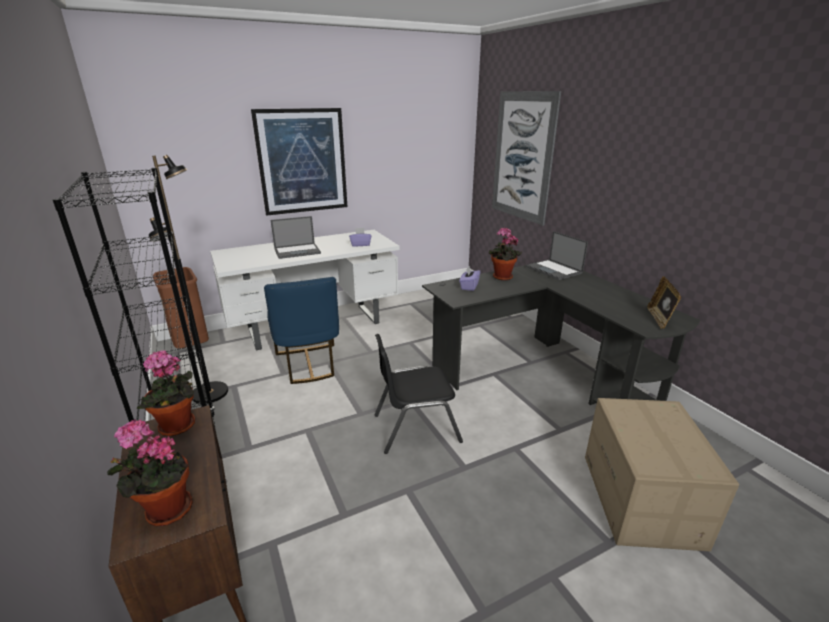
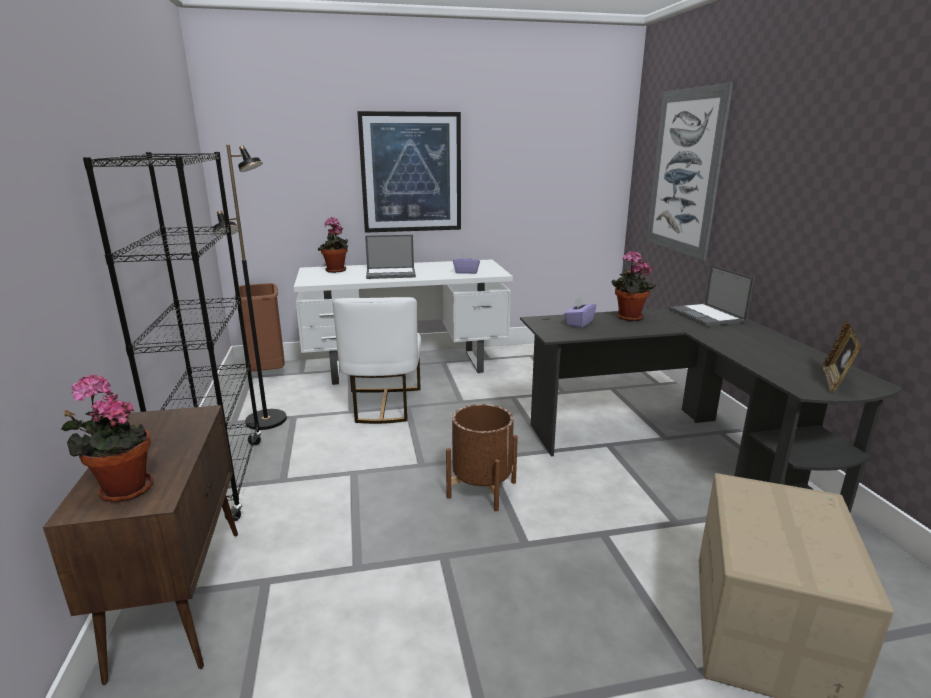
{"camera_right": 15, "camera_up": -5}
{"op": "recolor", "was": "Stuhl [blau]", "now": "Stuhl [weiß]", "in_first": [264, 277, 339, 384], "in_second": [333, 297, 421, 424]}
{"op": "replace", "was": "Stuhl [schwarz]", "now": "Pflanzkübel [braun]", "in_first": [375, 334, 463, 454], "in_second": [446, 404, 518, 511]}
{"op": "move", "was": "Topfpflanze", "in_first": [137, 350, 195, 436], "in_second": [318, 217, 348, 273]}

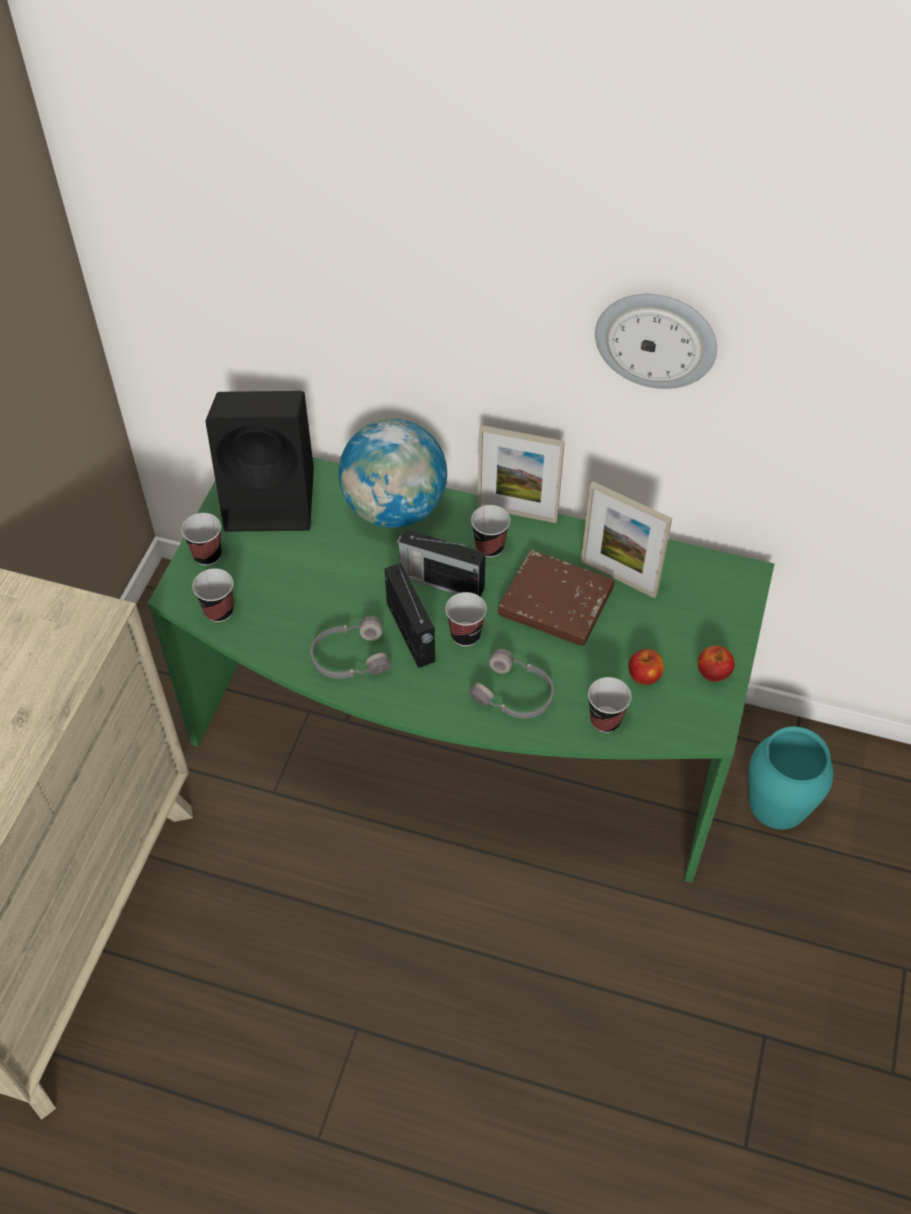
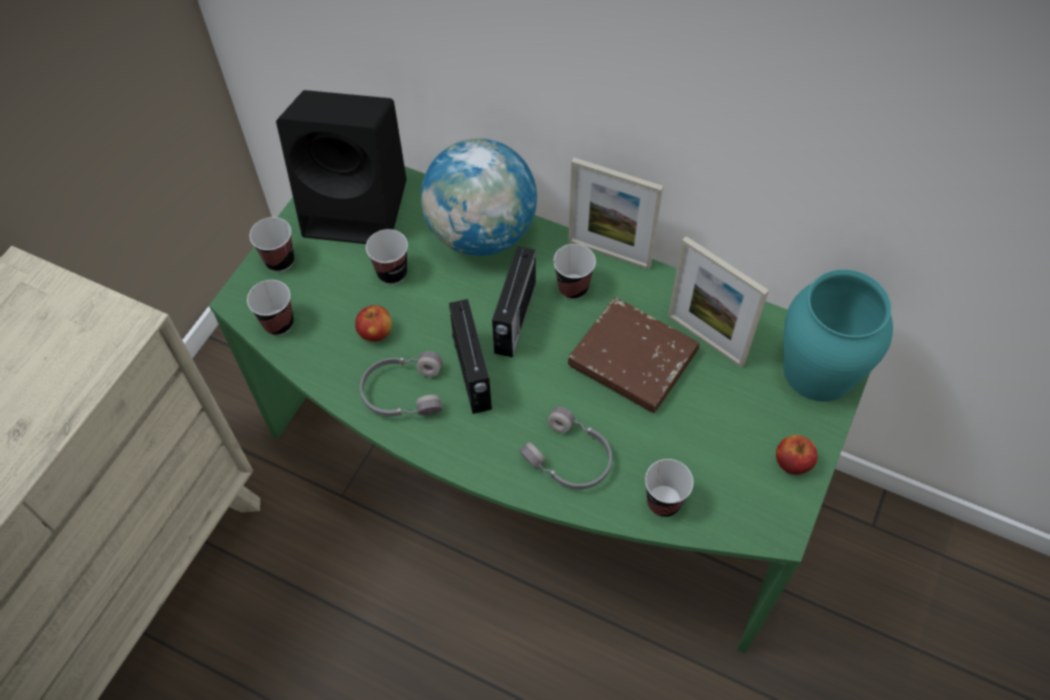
{"camera_right": 10, "camera_up": 5}
{"op": "delete", "was": "Wanduhr", "in_first": [595, 294, 717, 389]}
{"op": "rotate", "was": "Radio", "in_first": [397, 529, 486, 597], "in_second": [492, 246, 536, 358], "clockwise": -105}
{"op": "move", "was": "Tasse", "in_first": [445, 592, 487, 646], "in_second": [366, 229, 408, 285]}
{"op": "move", "was": "Apfel", "in_first": [628, 649, 664, 685], "in_second": [355, 305, 392, 342]}
{"op": "move", "was": "Vase [türkis]", "in_first": [749, 727, 833, 829], "in_second": [783, 269, 893, 402]}

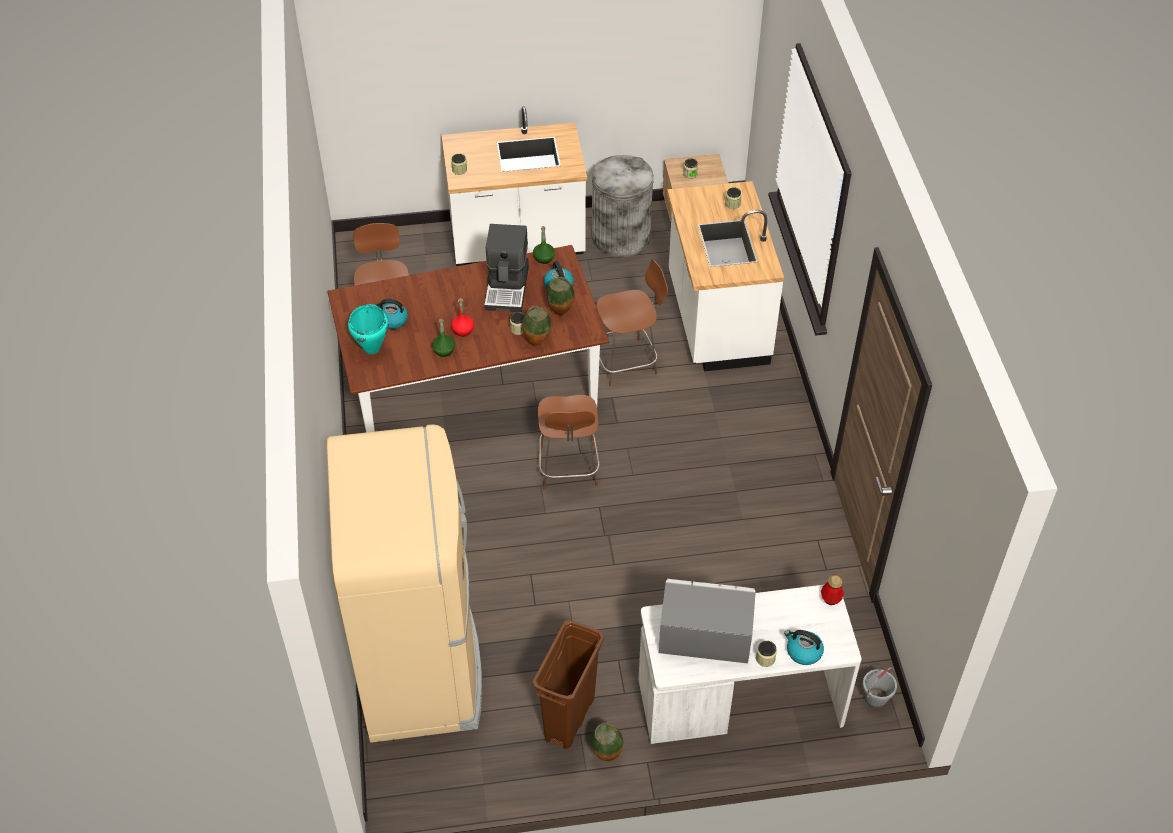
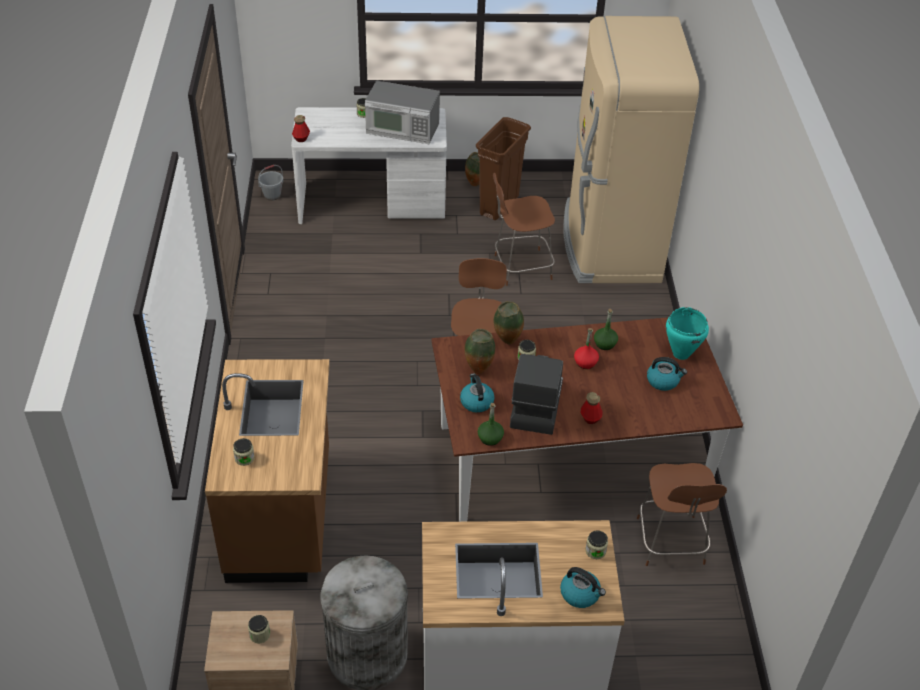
{"camera_right": -175, "camera_up": -5}
{"op": "recolor", "was": "Küchenzeile [weiß]", "now": "Küchenzeile [braun]", "in_first": [667, 181, 784, 372], "in_second": [205, 359, 330, 583]}
{"op": "move", "was": "Stuhl [braun]", "in_first": [596, 259, 668, 387], "in_second": [493, 173, 555, 286]}
{"op": "move", "was": "Wasserkessel", "in_first": [784, 630, 824, 665], "in_second": [560, 567, 606, 608]}
{"op": "insert", "now": "Flasche", "in_second": [581, 392, 603, 424]}

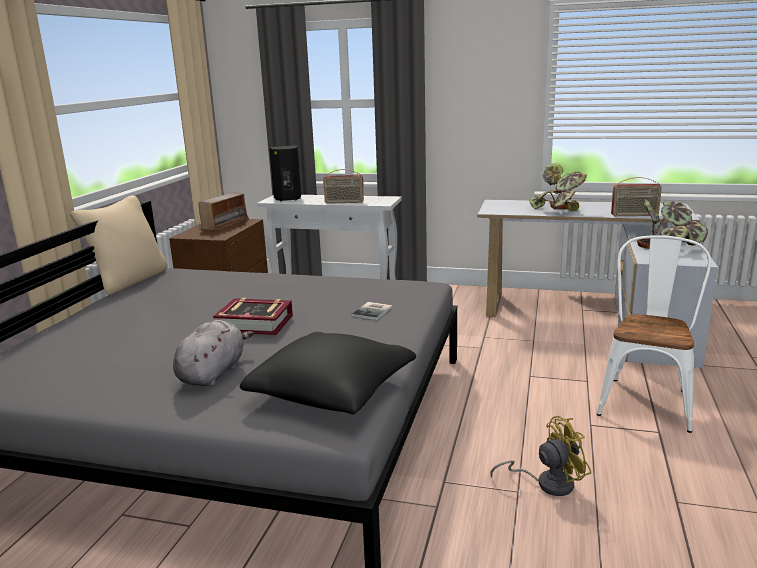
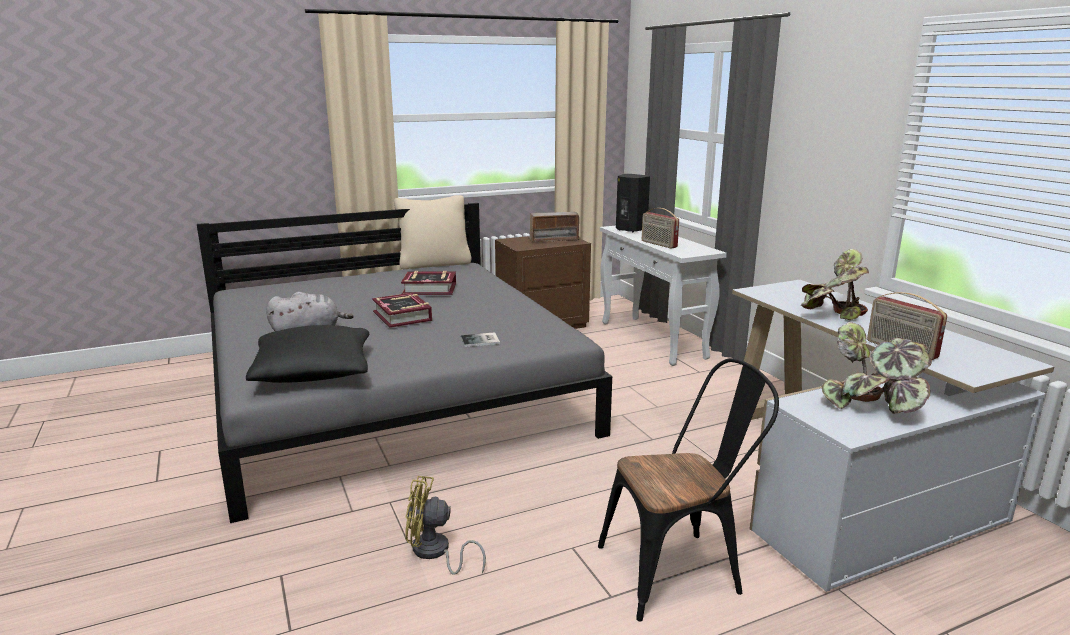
{"camera_right": 50, "camera_up": 0}
{"op": "recolor", "was": "Stuhl [weiß]", "now": "Stuhl [schwarz]", "in_first": [597, 235, 711, 433], "in_second": [598, 358, 779, 621]}
{"op": "rotate", "was": "Ventilator [gelb]", "in_first": [491, 416, 591, 496], "in_second": [405, 476, 486, 575], "clockwise": 150}
{"op": "insert", "now": "Buch", "in_second": [401, 271, 456, 295]}

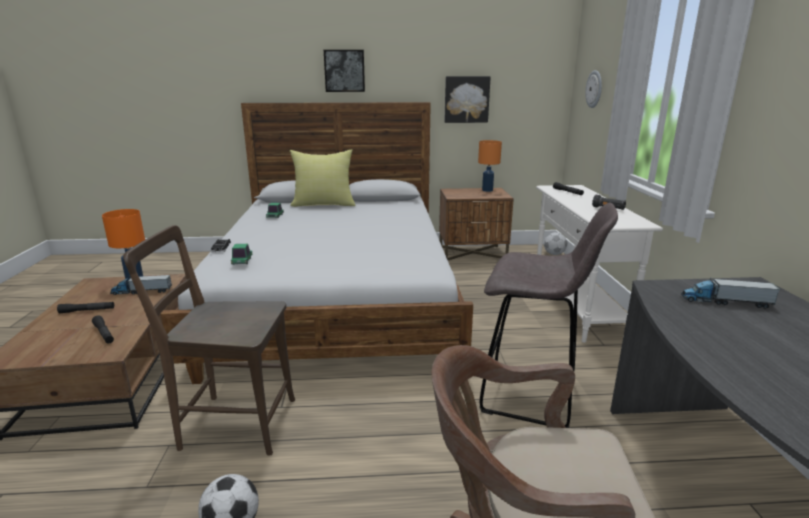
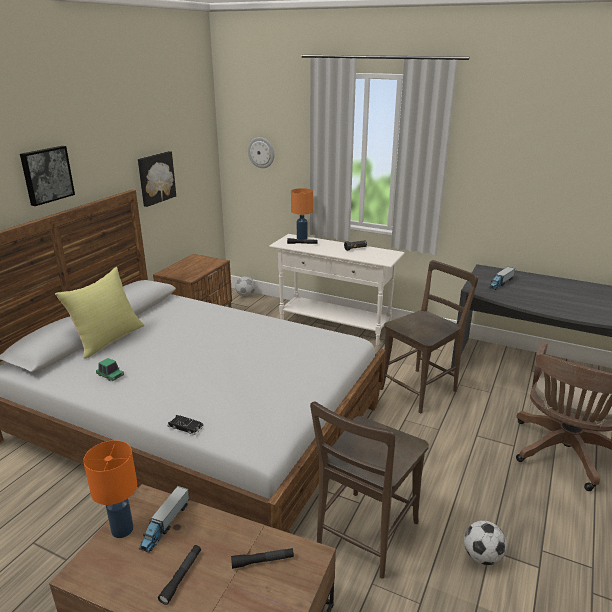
{"camera_right": -60, "camera_up": 5}
{"op": "move", "was": "Tischlampe [orange]", "in_first": [478, 140, 502, 192], "in_second": [291, 188, 313, 239]}
{"op": "replace", "was": "Hocker [grau]", "now": "Stuhl [braun]", "in_first": [480, 203, 618, 428], "in_second": [380, 260, 478, 413]}
{"op": "delete", "was": "Spielzeugauto", "in_first": [231, 244, 252, 265]}

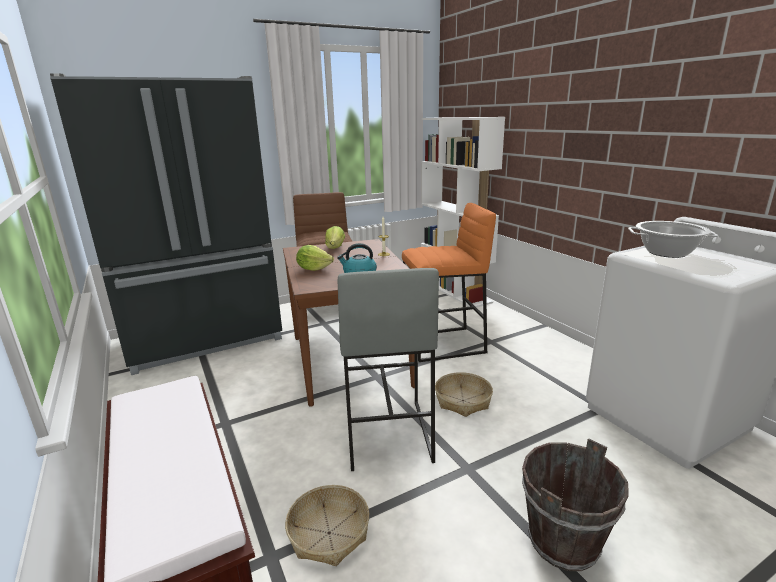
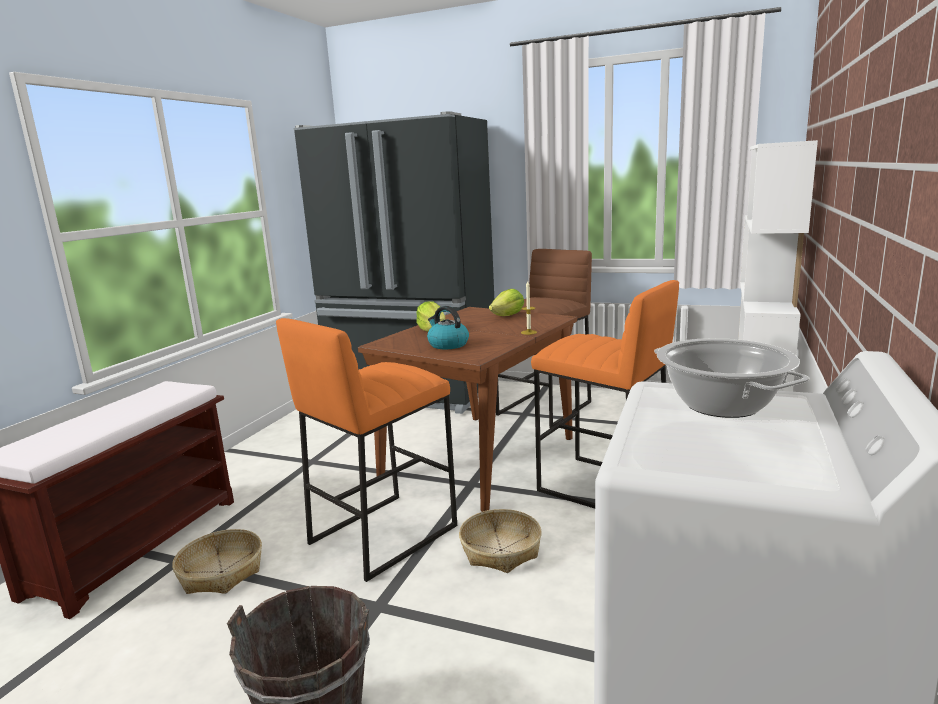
{"camera_right": 50, "camera_up": -5}
{"op": "recolor", "was": "Hocker [grau]", "now": "Hocker [orange]", "in_first": [338, 268, 439, 471], "in_second": [276, 318, 457, 582]}

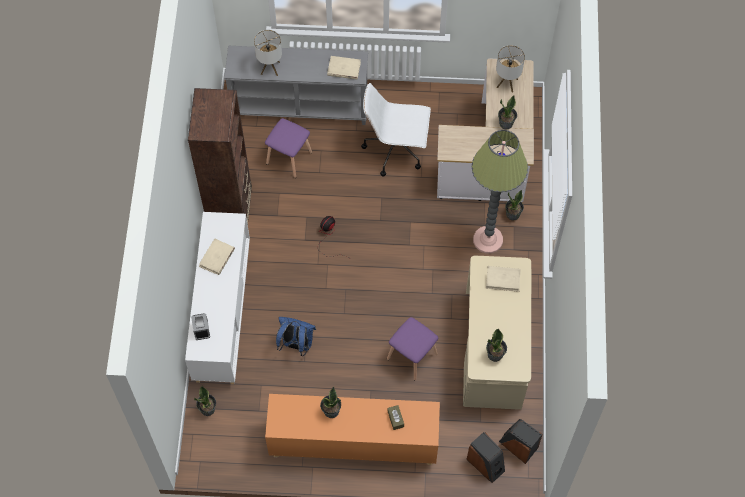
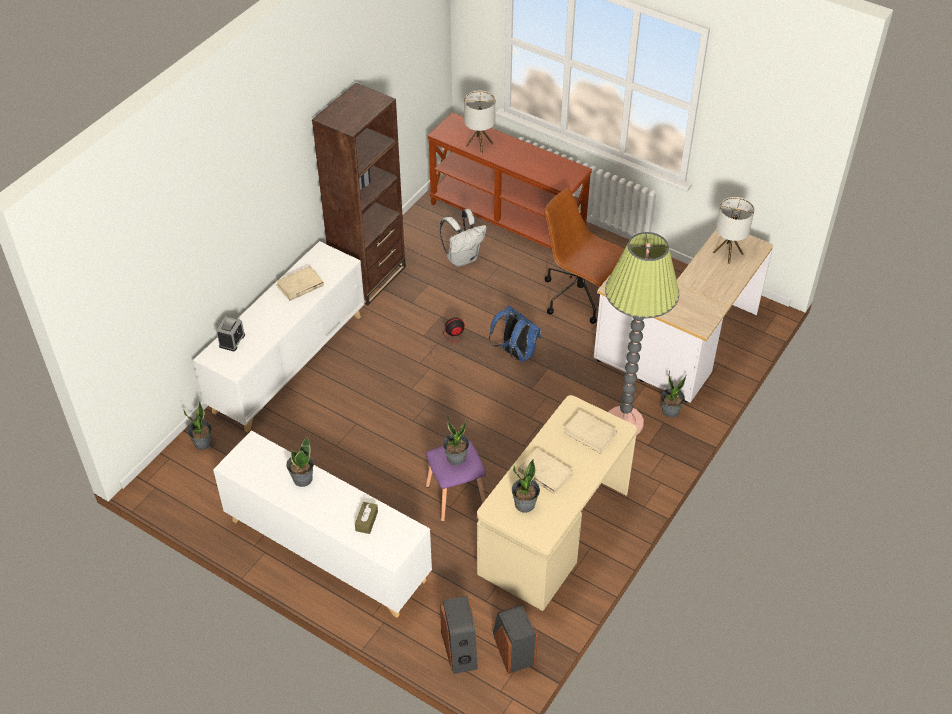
{"camera_right": 30, "camera_up": -15}
{"op": "recolor", "was": "Konsolentisch [grau]", "now": "Konsolentisch [braun]", "in_first": [224, 46, 368, 125], "in_second": [427, 112, 592, 249]}
{"op": "move", "was": "Buch [beige]", "in_first": [327, 56, 361, 80], "in_second": [518, 448, 573, 494]}
{"op": "recolor", "was": "Bürostuhl [weiß]", "now": "Bürostuhl [braun]", "in_first": [361, 83, 431, 176], "in_second": [544, 188, 625, 324]}
{"op": "move", "was": "Topfpflanze", "in_first": [498, 95, 517, 129], "in_second": [443, 416, 469, 465]}
{"op": "replace", "was": "Hocker [lila]", "now": "Rucksack [weiß]", "in_first": [265, 118, 312, 178], "in_second": [440, 209, 486, 267]}
{"op": "move", "was": "Rucksack [blau]", "in_first": [276, 317, 316, 356], "in_second": [489, 306, 541, 362]}
{"op": "recolor", "was": "Schrank [orange]", "now": "Schrank [weiß]", "in_first": [265, 394, 440, 465], "in_second": [213, 430, 432, 618]}

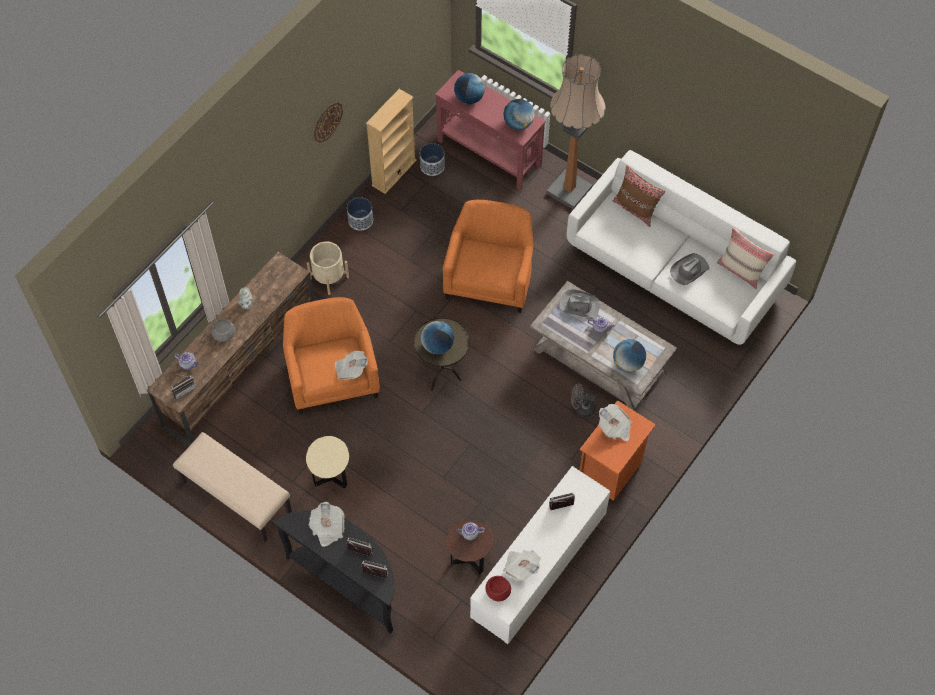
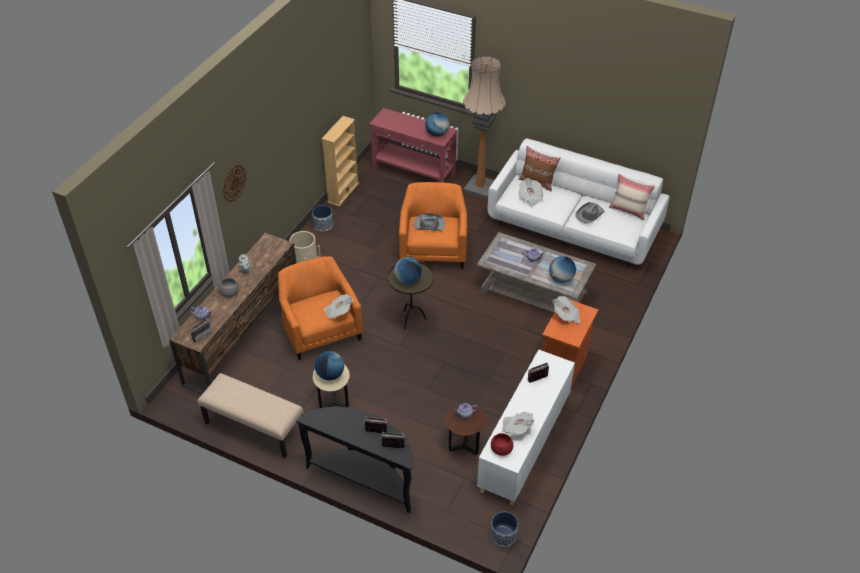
{"camera_right": -10, "camera_up": -15}
{"op": "move", "was": "Globus", "in_first": [454, 73, 485, 104], "in_second": [315, 351, 344, 381]}
{"op": "move", "was": "Wanduhr", "in_first": [314, 102, 343, 143], "in_second": [223, 165, 246, 202]}
{"op": "move", "was": "Pflanzkübel", "in_first": [420, 143, 445, 176], "in_second": [491, 512, 518, 547]}
{"op": "move", "was": "Hut [grau]", "in_first": [559, 289, 600, 318], "in_second": [413, 213, 445, 231]}
{"op": "delete", "was": "Ventilator [grau]", "in_first": [571, 383, 595, 417]}
{"op": "move", "was": "Zeitung", "in_first": [309, 502, 345, 547], "in_second": [519, 178, 543, 207]}

